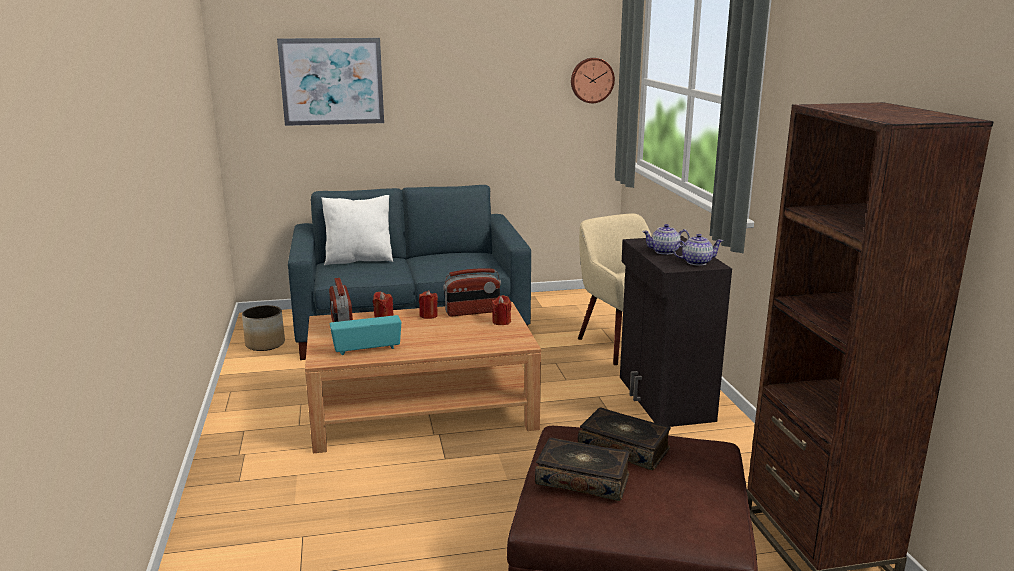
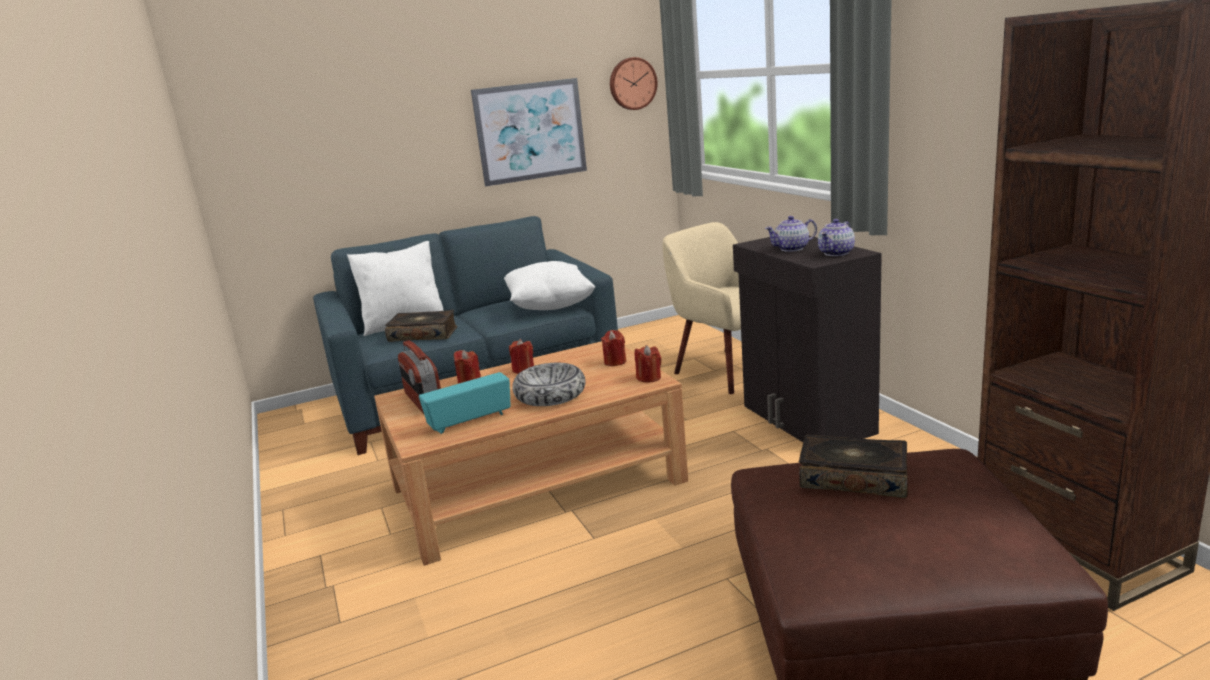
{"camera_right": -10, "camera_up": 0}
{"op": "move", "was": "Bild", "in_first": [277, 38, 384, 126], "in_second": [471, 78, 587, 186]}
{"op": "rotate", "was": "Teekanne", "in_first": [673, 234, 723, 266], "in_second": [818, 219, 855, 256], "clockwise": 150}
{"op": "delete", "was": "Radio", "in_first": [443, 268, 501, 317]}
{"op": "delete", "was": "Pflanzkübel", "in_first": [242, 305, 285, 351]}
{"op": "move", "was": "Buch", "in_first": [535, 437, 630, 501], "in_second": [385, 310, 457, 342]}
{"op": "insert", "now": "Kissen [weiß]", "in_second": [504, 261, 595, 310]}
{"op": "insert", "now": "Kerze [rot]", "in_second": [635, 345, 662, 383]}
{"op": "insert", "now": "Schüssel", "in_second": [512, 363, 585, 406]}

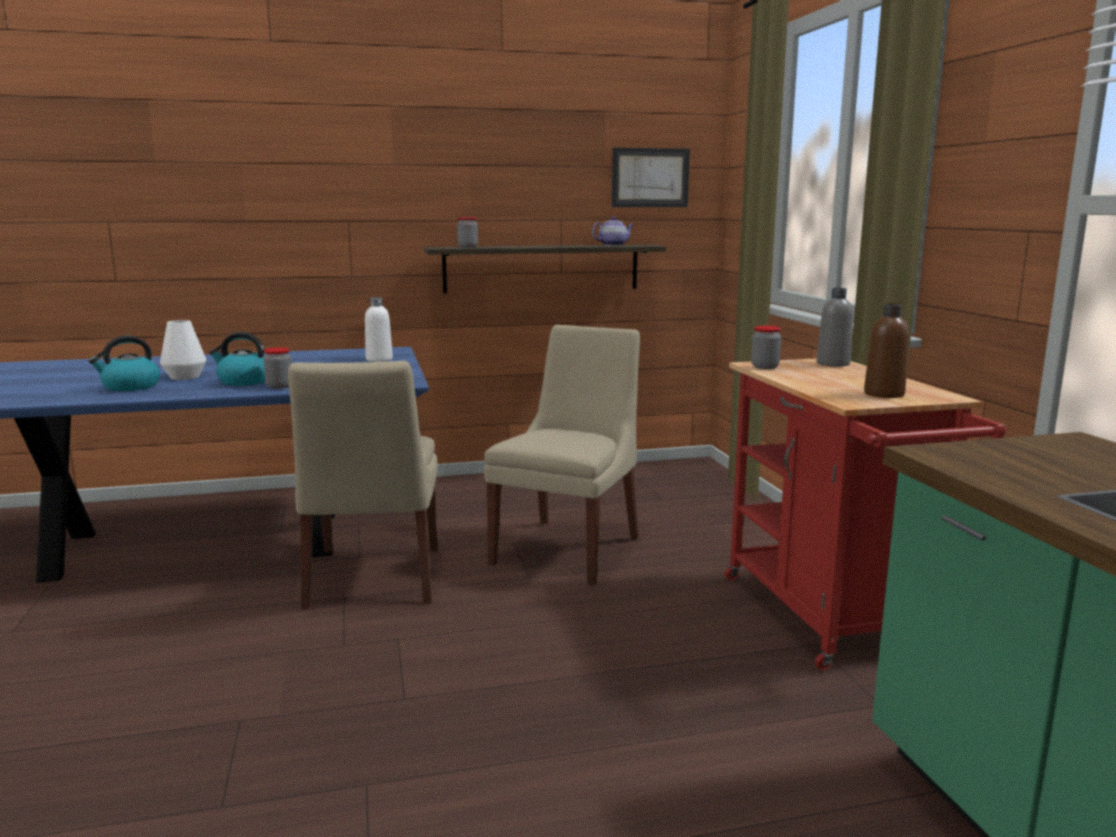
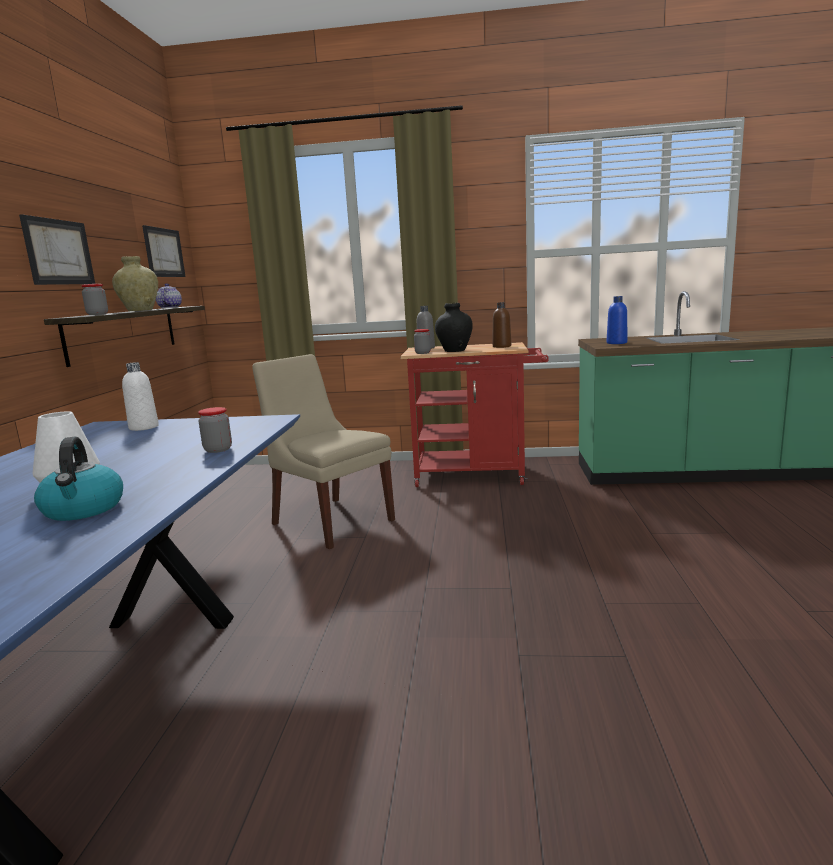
{"camera_right": -70, "camera_up": 0}
{"op": "delete", "was": "Wasserkessel", "in_first": [209, 332, 266, 386]}
{"op": "delete", "was": "Stuhl [beige]", "in_first": [288, 361, 437, 609]}
{"op": "insert", "now": "Bild", "in_second": [19, 214, 95, 285]}
{"op": "insert", "now": "Vase [beige]", "in_second": [112, 256, 158, 311]}
{"op": "insert", "now": "Flasche [blau]", "in_second": [607, 296, 627, 344]}
{"op": "insert", "now": "Vase [schwarz]", "in_second": [435, 303, 473, 352]}

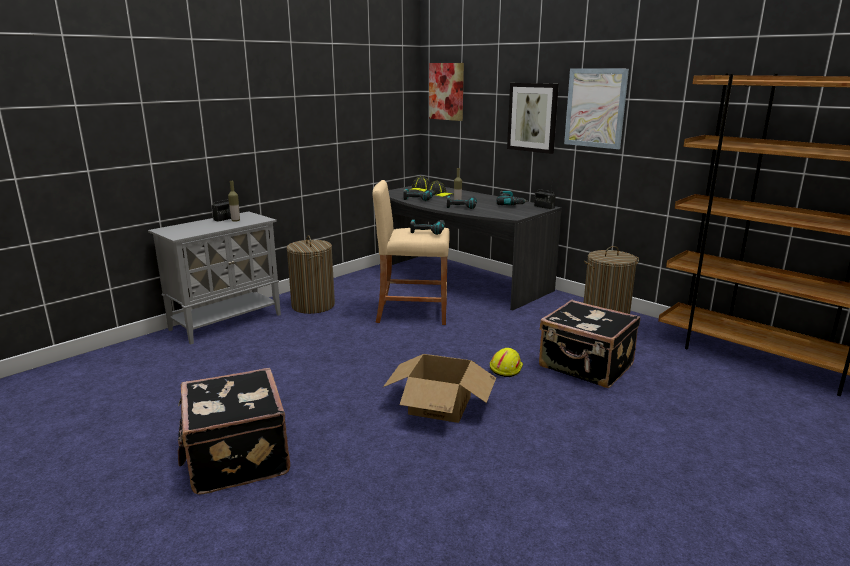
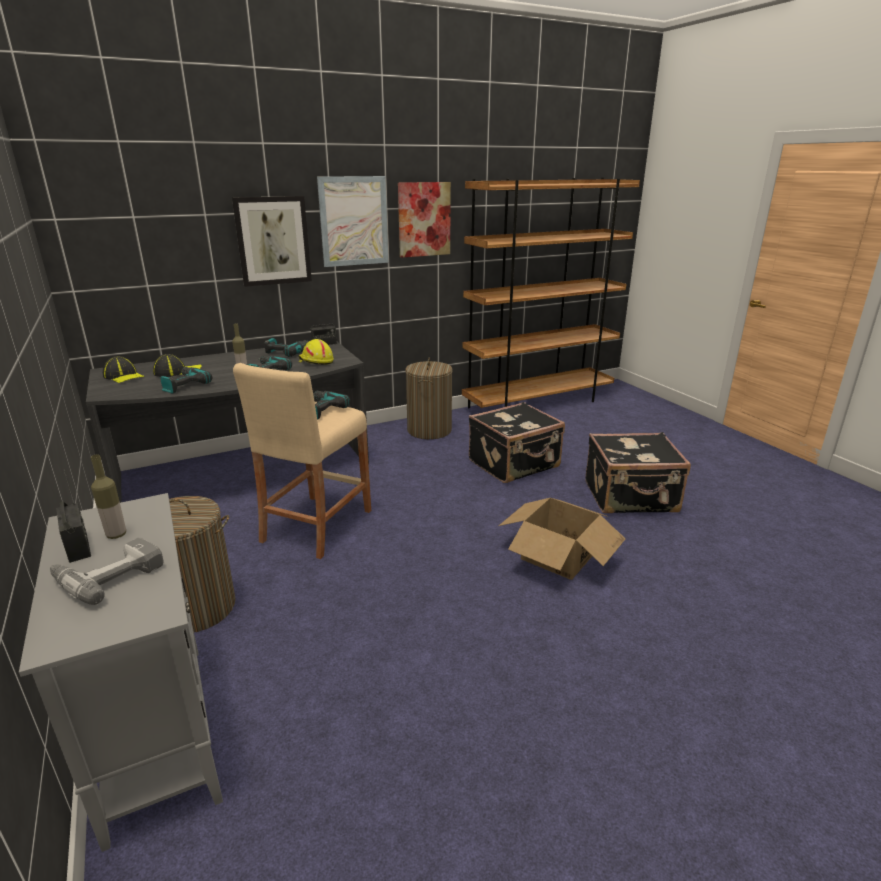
{"camera_right": -70, "camera_up": 5}
{"op": "move", "was": "Bild", "in_first": [429, 63, 464, 121], "in_second": [398, 182, 451, 258]}
{"op": "move", "was": "Schutzhelm [gelb]", "in_first": [490, 348, 523, 377], "in_second": [299, 339, 334, 365]}
{"op": "move", "was": "Koffer [schwarz]", "in_first": [178, 368, 290, 495], "in_second": [585, 432, 691, 513]}
{"op": "insert", "now": "Bohrmaschine", "in_second": [50, 538, 164, 605]}

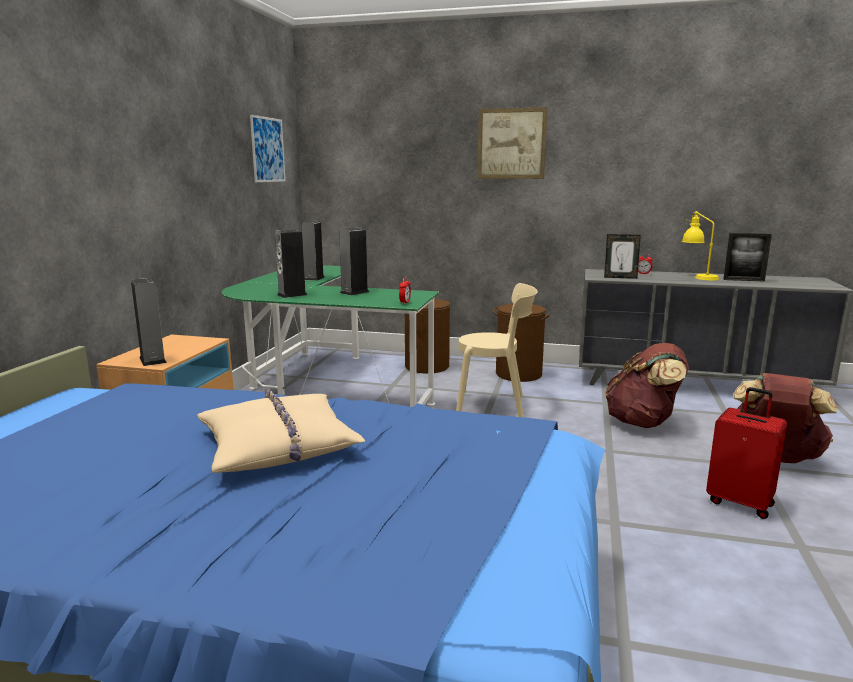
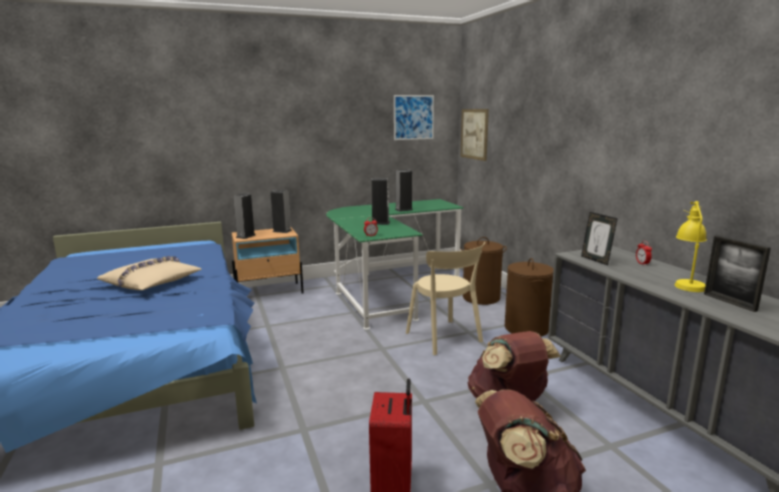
{"camera_right": 55, "camera_up": 0}
{"op": "move", "was": "Bild", "in_first": [477, 107, 548, 179], "in_second": [461, 109, 489, 161]}
{"op": "move", "was": "Lautsprecher", "in_first": [275, 229, 307, 298], "in_second": [271, 190, 292, 233]}

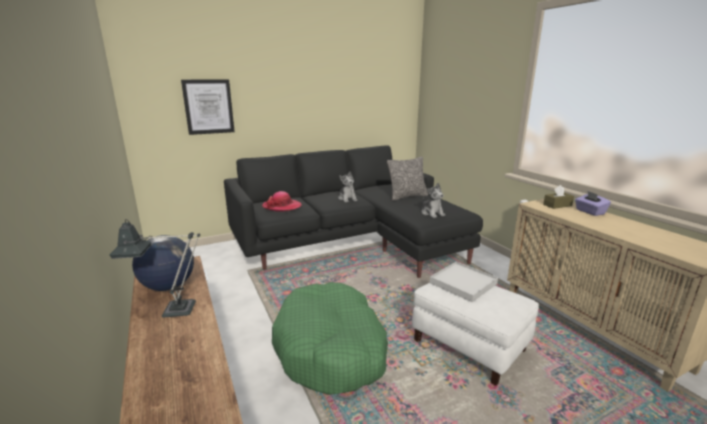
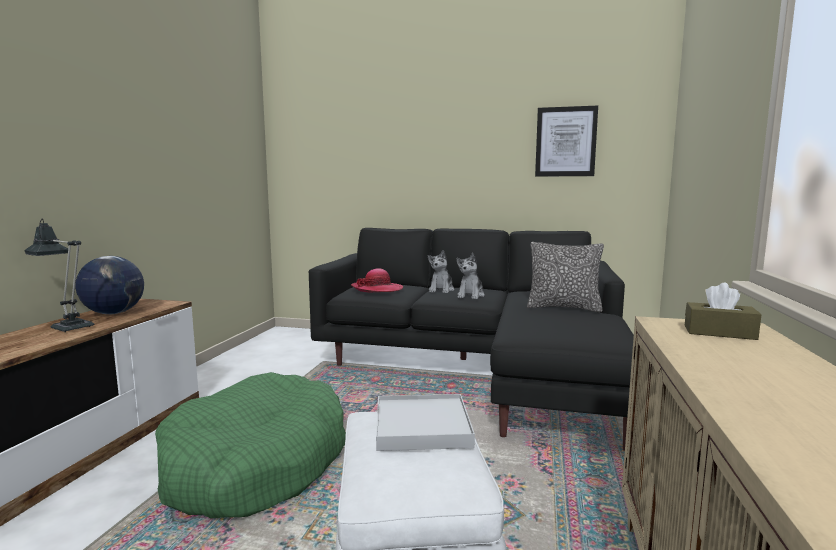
{"camera_right": 40, "camera_up": -10}
{"op": "move", "was": "Bild", "in_first": [181, 79, 235, 135], "in_second": [535, 106, 598, 177]}
{"op": "move", "was": "Plüschtier", "in_first": [422, 183, 445, 218], "in_second": [428, 250, 454, 293]}
{"op": "delete", "was": "Taschentuchbox [lila]", "in_first": [575, 191, 611, 216]}

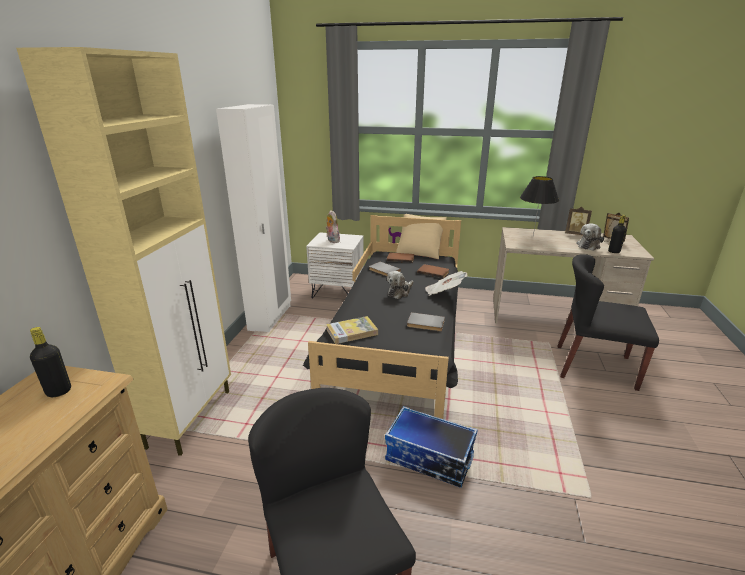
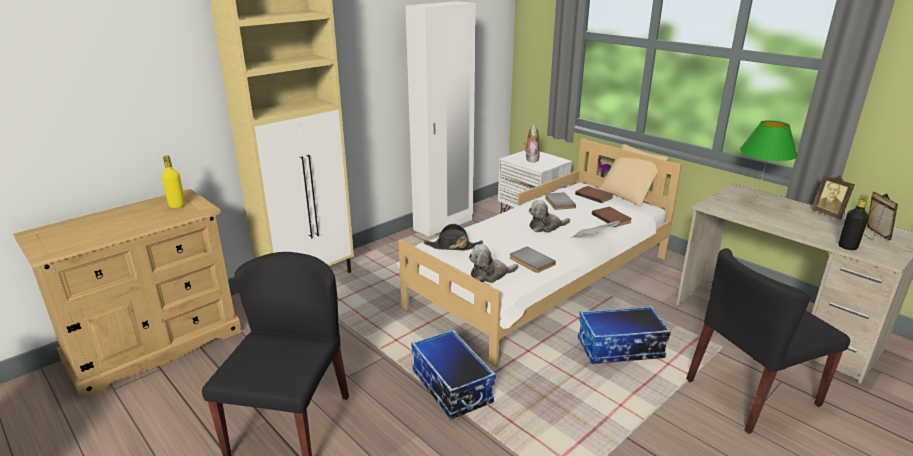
{"camera_right": 35, "camera_up": 0}
{"op": "recolor", "was": "Tischlampe [schwarz]", "now": "Tischlampe [grün]", "in_first": [520, 176, 559, 236], "in_second": [740, 120, 798, 203]}
{"op": "recolor", "was": "Bett [schwarz]", "now": "Bett [weiß]", "in_first": [303, 215, 461, 419], "in_second": [397, 138, 682, 367]}
{"op": "move", "was": "Plüschtier", "in_first": [576, 223, 604, 251], "in_second": [469, 244, 518, 283]}
{"op": "rotate", "was": "Stuhl [schwarz]", "in_first": [557, 254, 659, 391], "in_second": [686, 248, 850, 434], "clockwise": -75}
{"op": "replace", "was": "Buch", "now": "Hut [schwarz]", "in_first": [326, 316, 378, 344], "in_second": [424, 224, 483, 251]}
{"op": "recolor", "was": "Flasche [schwarz]", "now": "Flasche [gelb]", "in_first": [30, 327, 71, 397], "in_second": [161, 155, 185, 208]}
{"op": "insert", "now": "Aufbewahrungsbox", "in_second": [578, 306, 671, 364]}

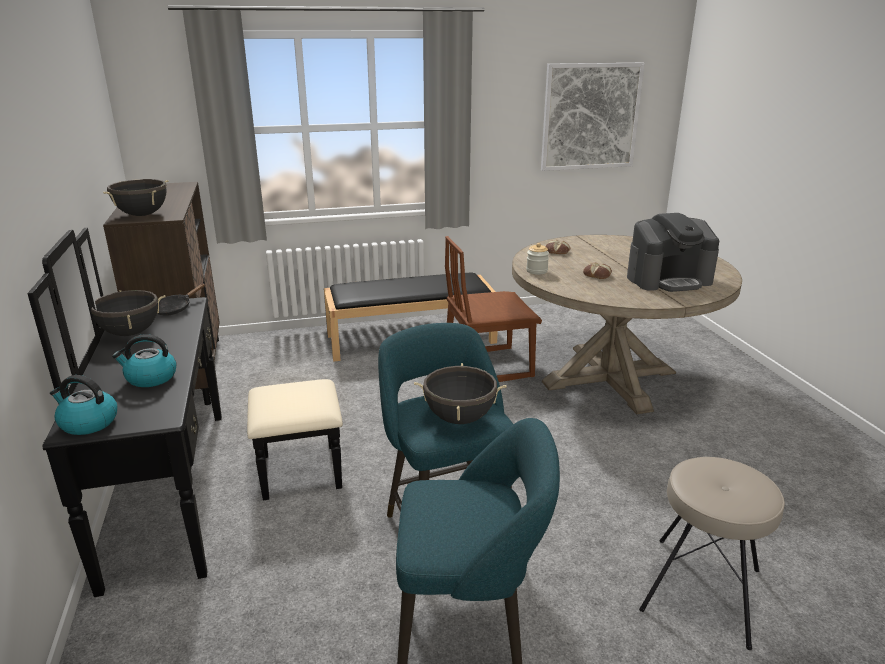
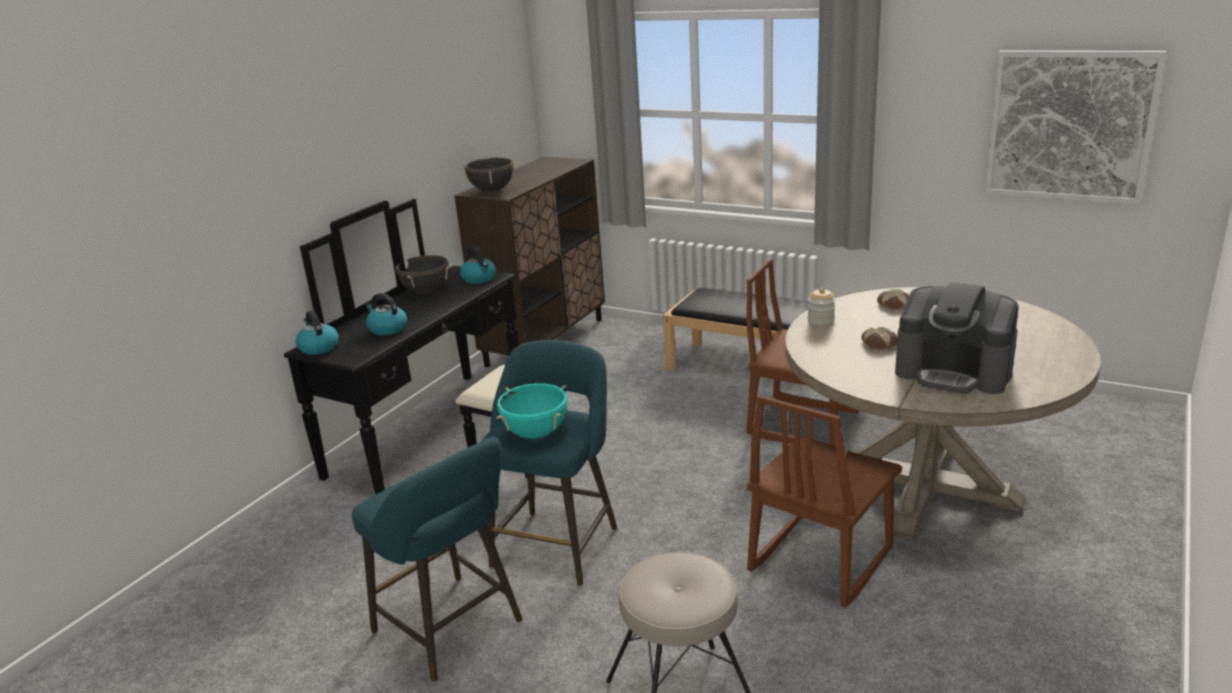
{"camera_right": 45, "camera_up": 0}
{"op": "replace", "was": "Pfanne [schwarz]", "now": "Wasserkessel", "in_first": [157, 283, 205, 316], "in_second": [460, 246, 496, 284]}
{"op": "recolor", "was": "Kochtopf [schwarz]", "now": "Kochtopf [türkis]", "in_first": [414, 363, 507, 424], "in_second": [496, 383, 568, 439]}
{"op": "insert", "now": "Stuhl [braun]", "in_second": [747, 395, 902, 608]}

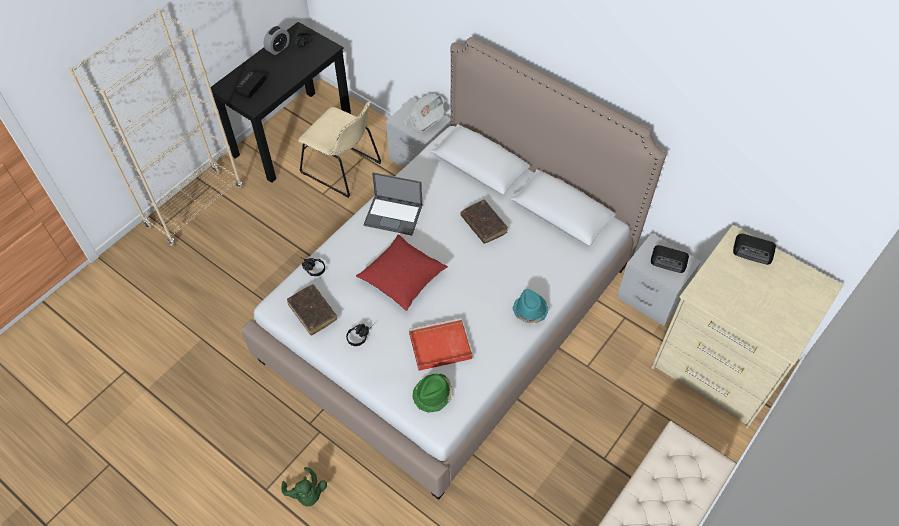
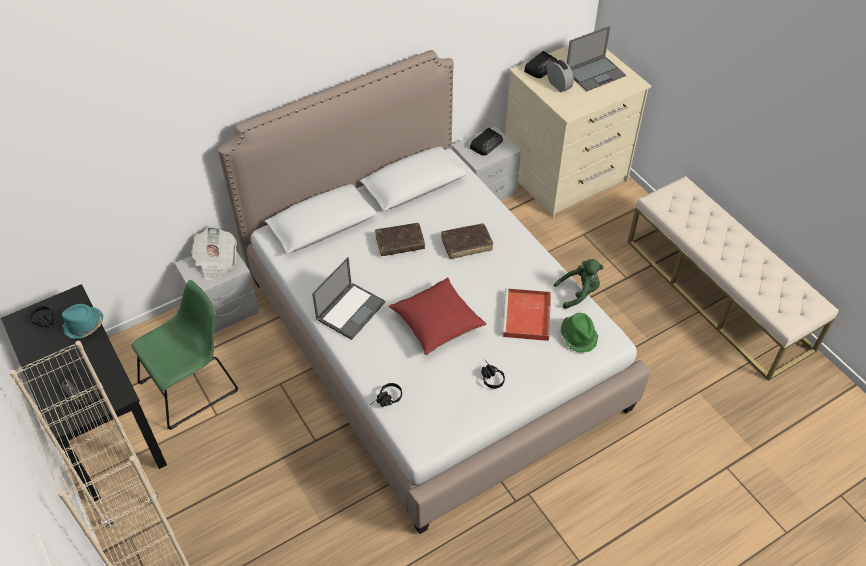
{"camera_right": -70, "camera_up": -5}
{"op": "move", "was": "Wecker", "in_first": [263, 26, 290, 55], "in_second": [547, 60, 574, 92]}
{"op": "recolor", "was": "Stuhl [beige]", "now": "Stuhl [grün]", "in_first": [298, 101, 381, 198], "in_second": [132, 280, 238, 430]}
{"op": "move", "was": "Buch [braun]", "in_first": [287, 284, 338, 336], "in_second": [441, 223, 493, 259]}
{"op": "move", "was": "Hut [türkis]", "in_first": [513, 289, 548, 323], "in_second": [62, 304, 104, 339]}
{"op": "move", "was": "Plüschtier [grün]", "in_first": [281, 467, 327, 506], "in_second": [554, 259, 604, 309]}
{"op": "insert", "now": "Laptop", "in_second": [567, 26, 626, 91]}

